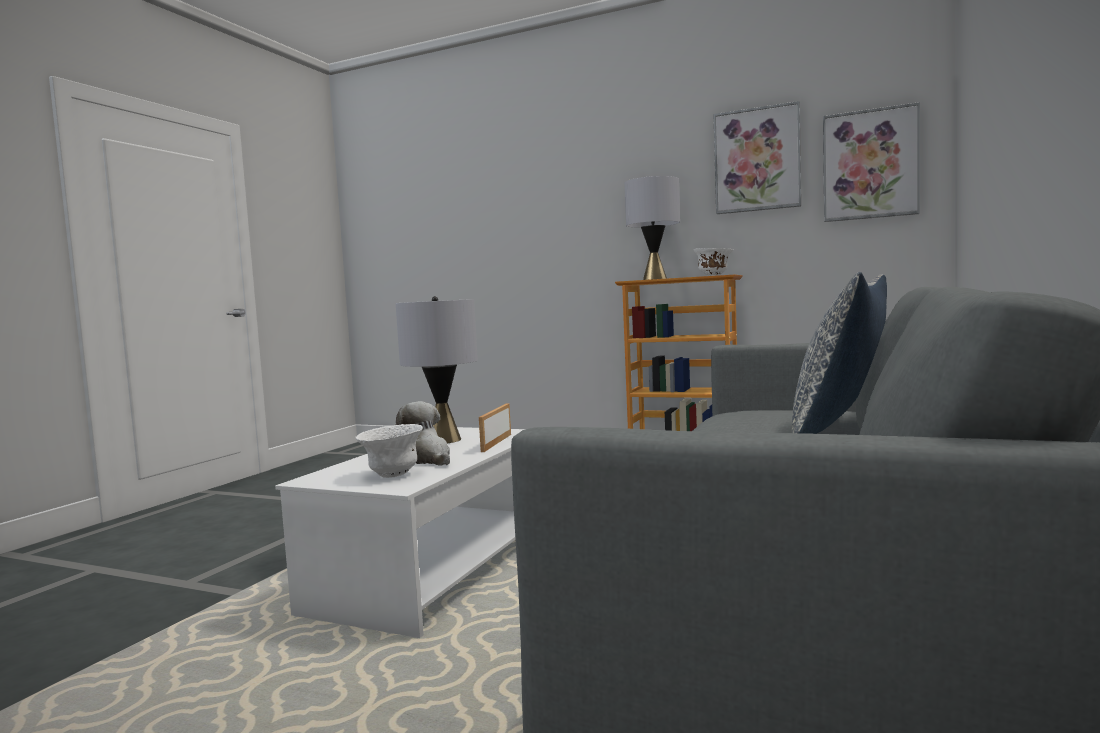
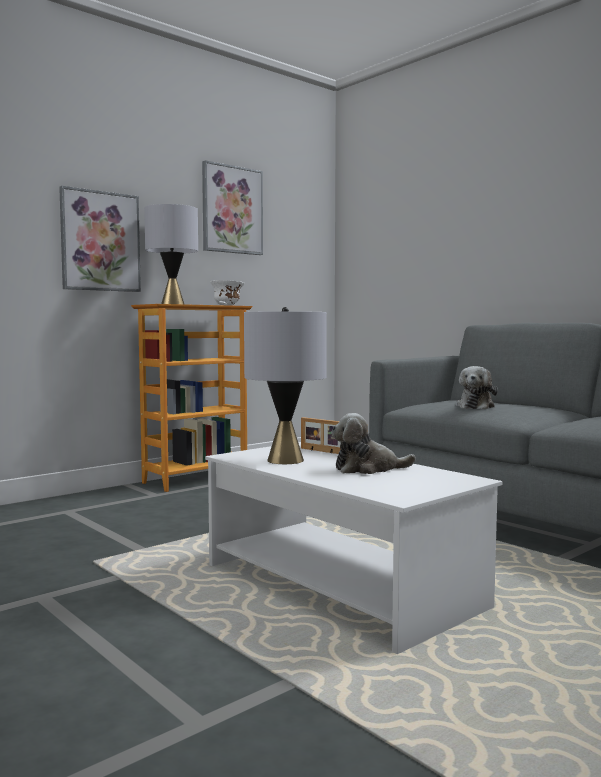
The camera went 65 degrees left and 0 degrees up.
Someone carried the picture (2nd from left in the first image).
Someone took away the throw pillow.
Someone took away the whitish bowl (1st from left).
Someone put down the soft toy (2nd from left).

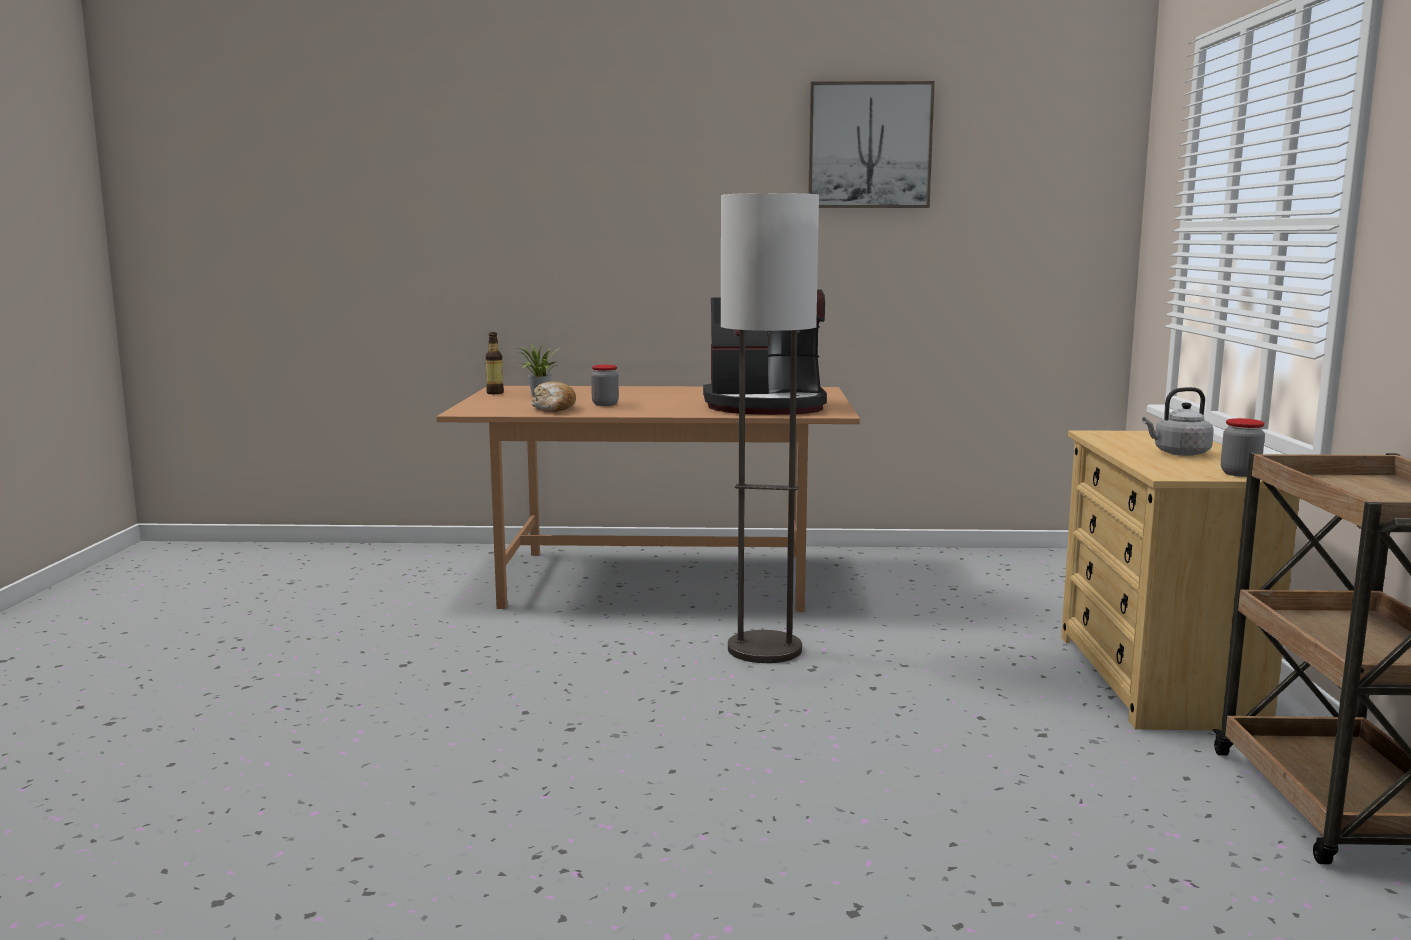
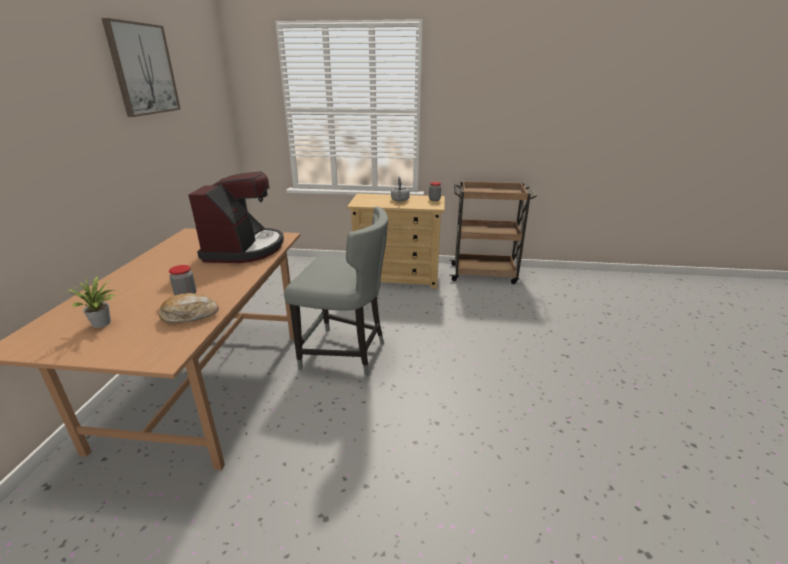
The camera went 85 degrees left and 15 degrees up.
Someone swapped the standing lamp for the gray chair.
Someone took away the drink bottle.

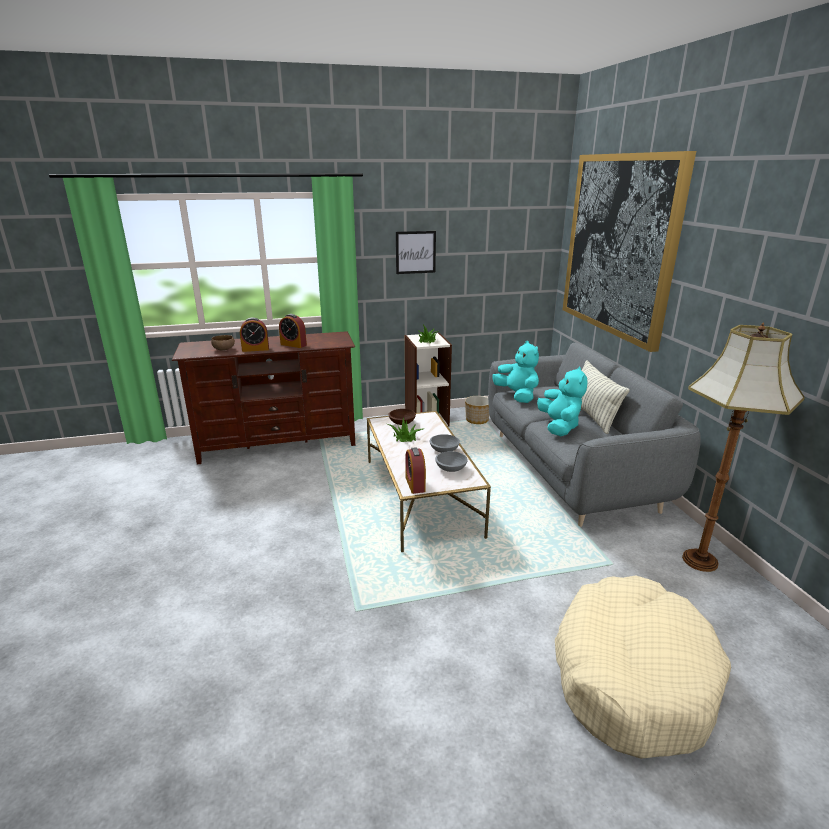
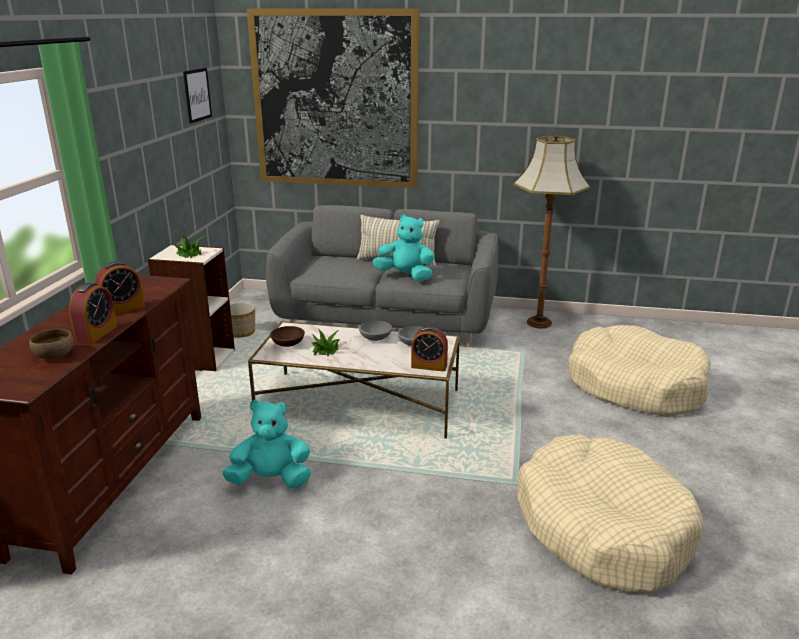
The camera went 65 degrees left and 0 degrees up.
Someone carried the picture (1st from left).
Someone carried the turquoise-coloured soft toy (1st from left).
Someone put down the beige-coloured pet bed (1st from left).

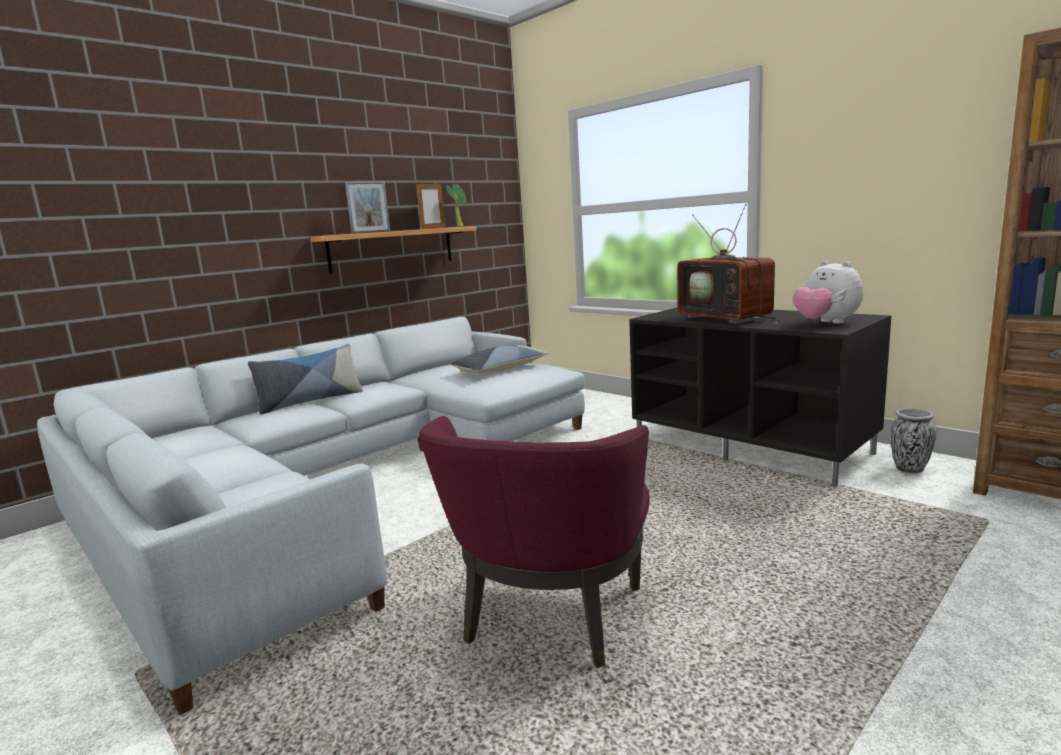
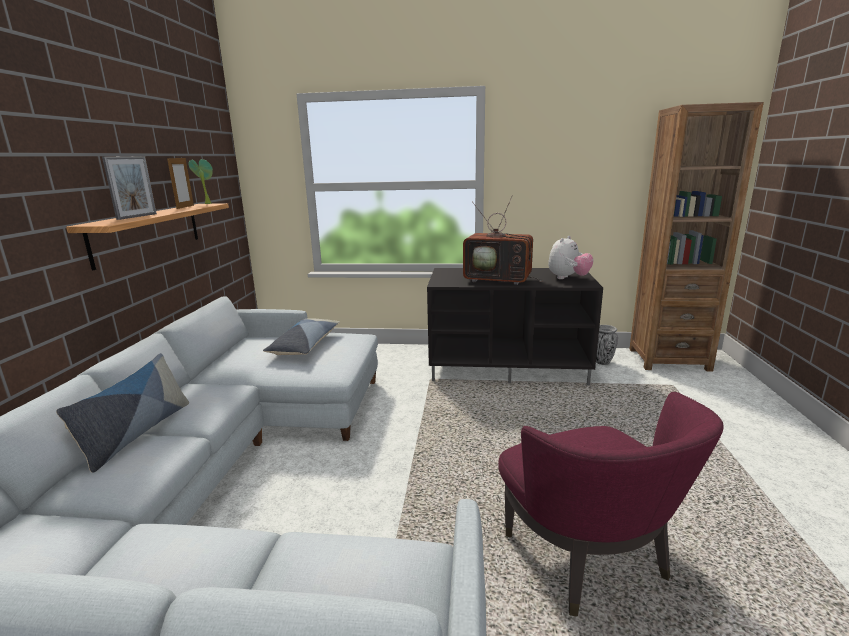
The camera went 40 degrees left and 5 degrees up.
Someone rotated the soft toy by 75 degrees counterclockwise.

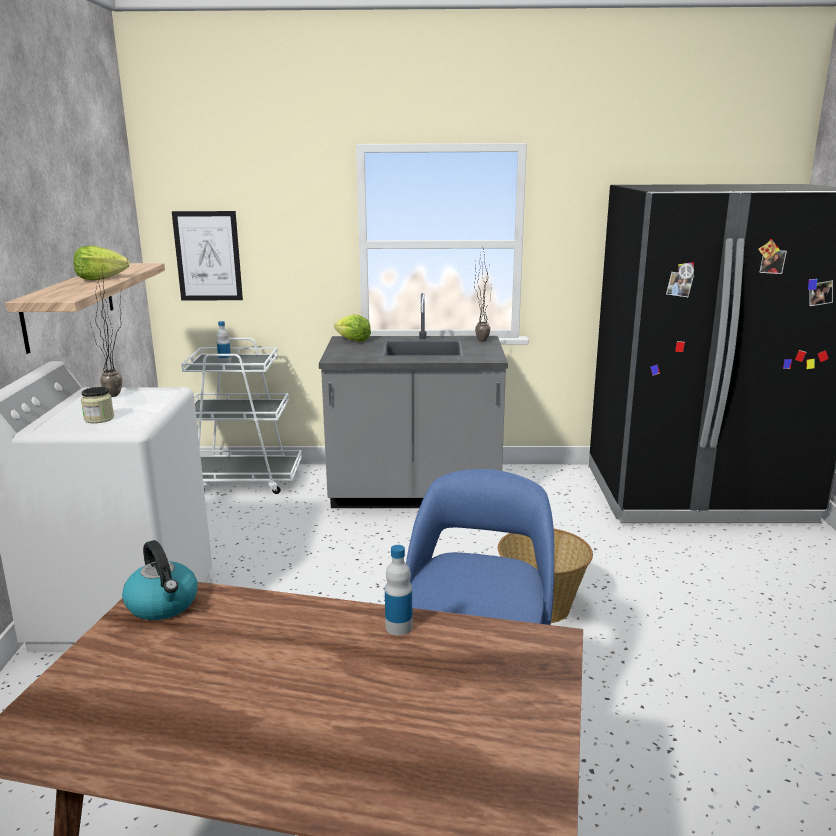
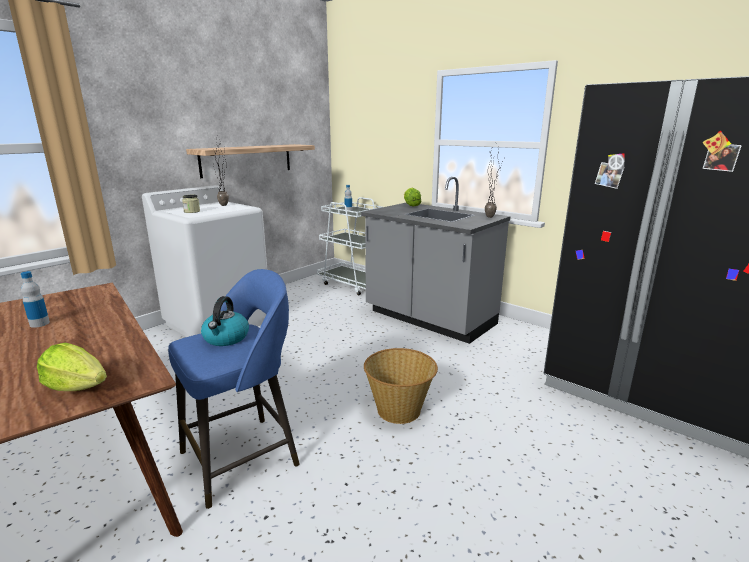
The camera went 40 degrees right and 0 degrees up.
Someone took away the picture.
Someone carried the lettuce (1st from left).
Someone carried the kettle.
Someone carried the drink bottle (2nd from left in the first image).

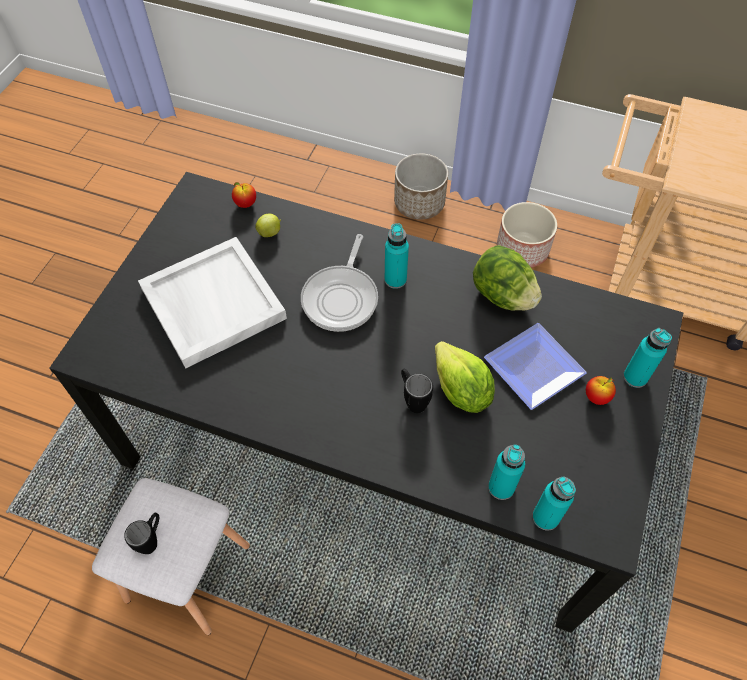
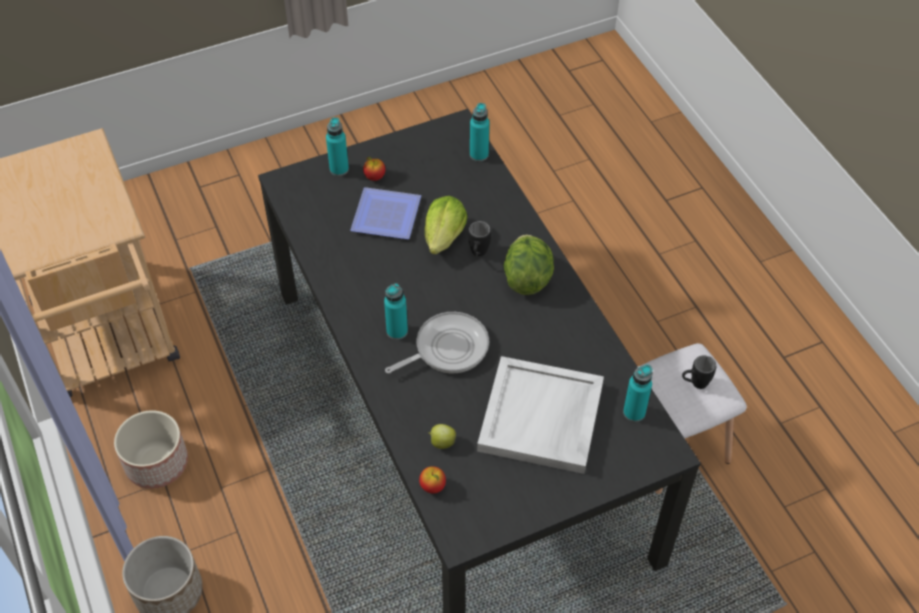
The camera went 135 degrees left and 5 degrees down.
Someone carried the lettuce (2nd from left).
Someone carried the turquoise-coloured drink bottle (2nd from left in the first image).

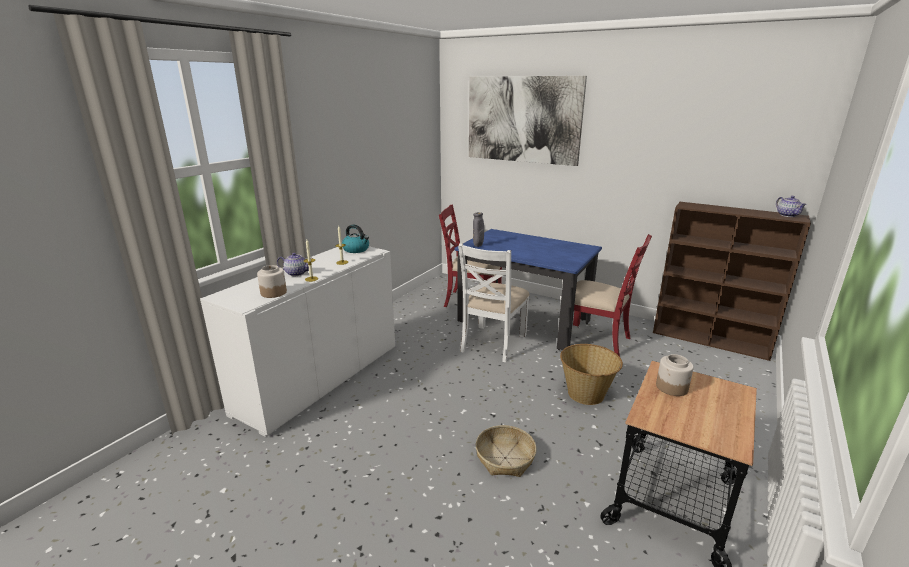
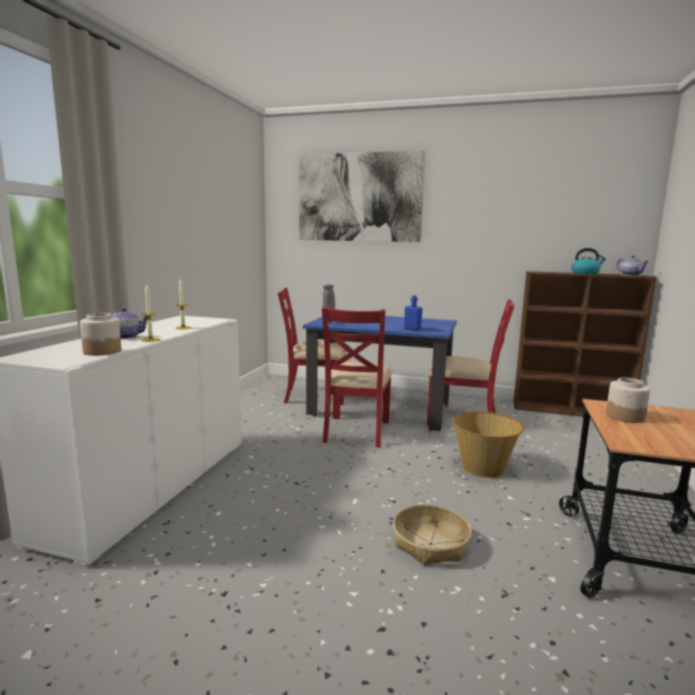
The camera went 15 degrees left and 10 degrees down.
Someone carried the kettle.
Someone repainted the whitish chair, which became the reddish chair (2nd from left).
Someone put down the bluish drink bottle.

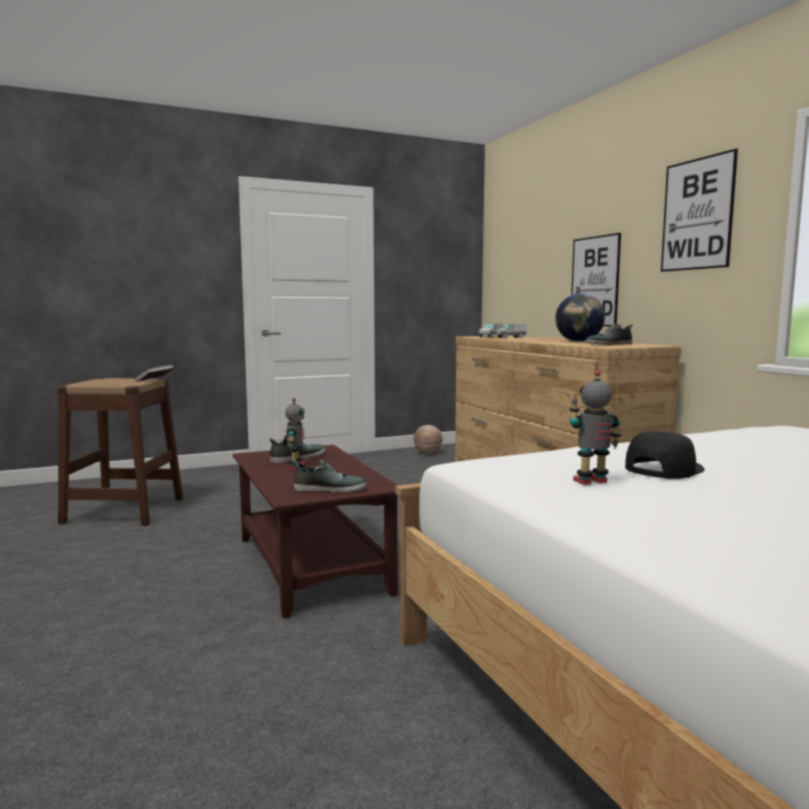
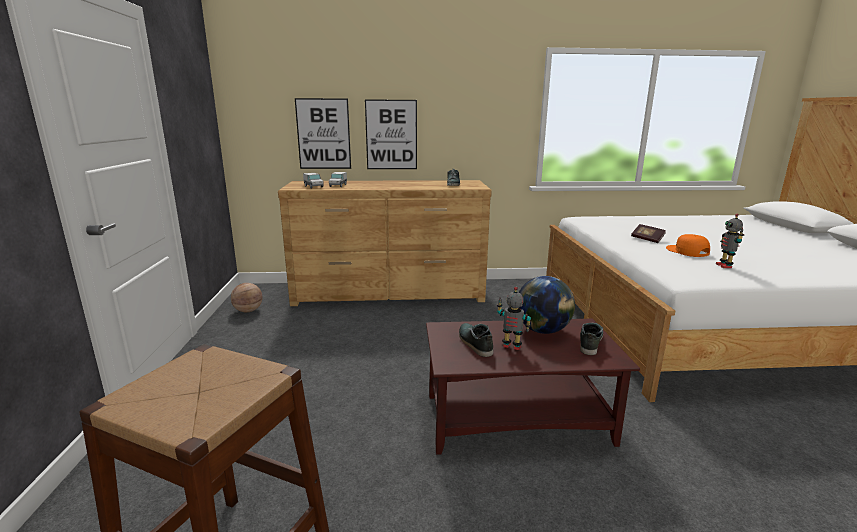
The camera went 70 degrees left and 10 degrees up.
Someone carried the picture (2nd from left in the first image).
Someone carried the world globe.
Someone carried the volume.
Someone repainted the blackish baseball cap, which became the orangey baseball cap.

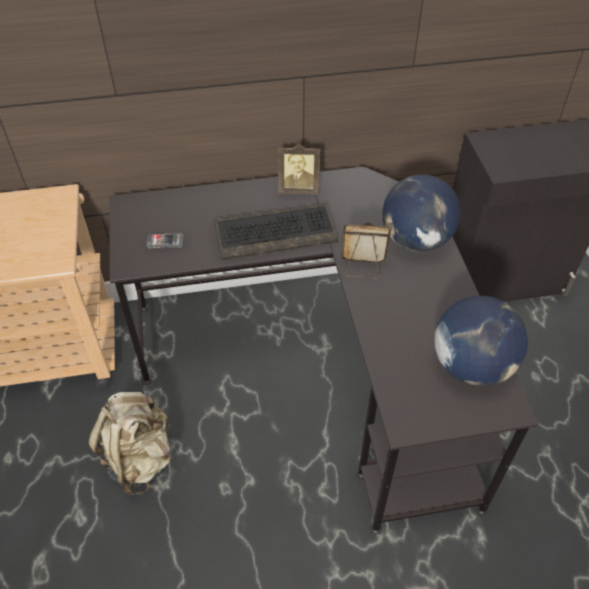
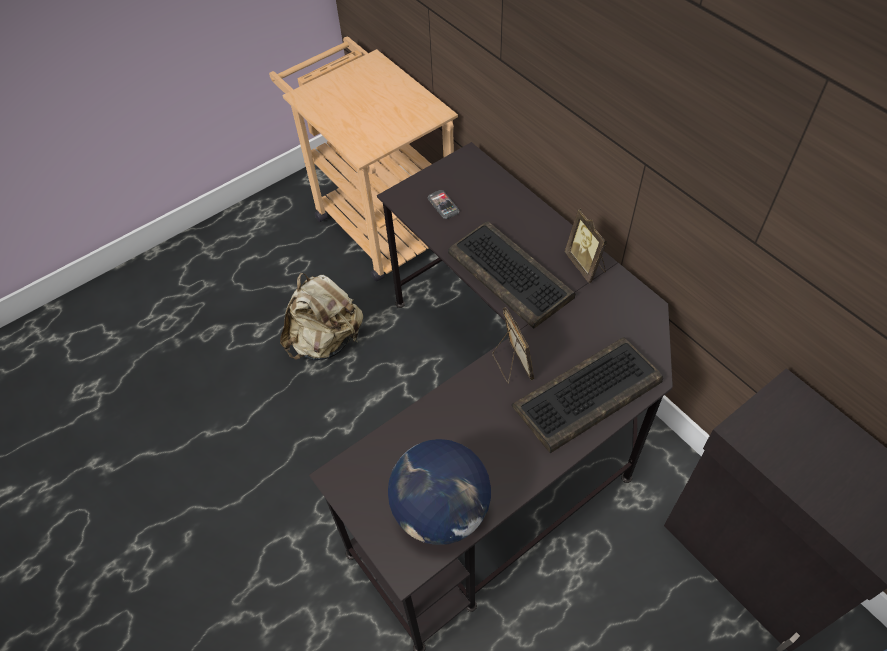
The camera went 65 degrees right and 5 degrees up.
Someone swapped the world globe (1st from left) for the computer keyboard (2nd from left).

